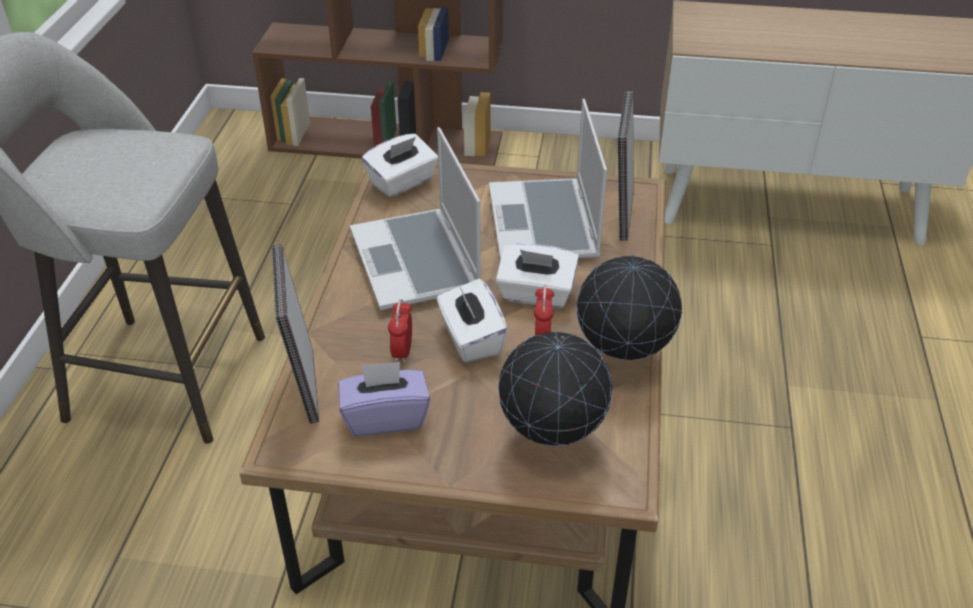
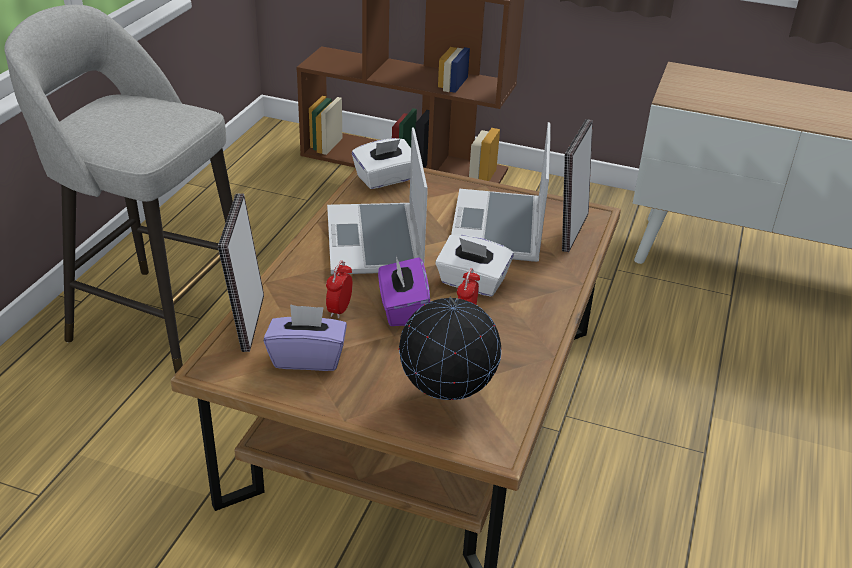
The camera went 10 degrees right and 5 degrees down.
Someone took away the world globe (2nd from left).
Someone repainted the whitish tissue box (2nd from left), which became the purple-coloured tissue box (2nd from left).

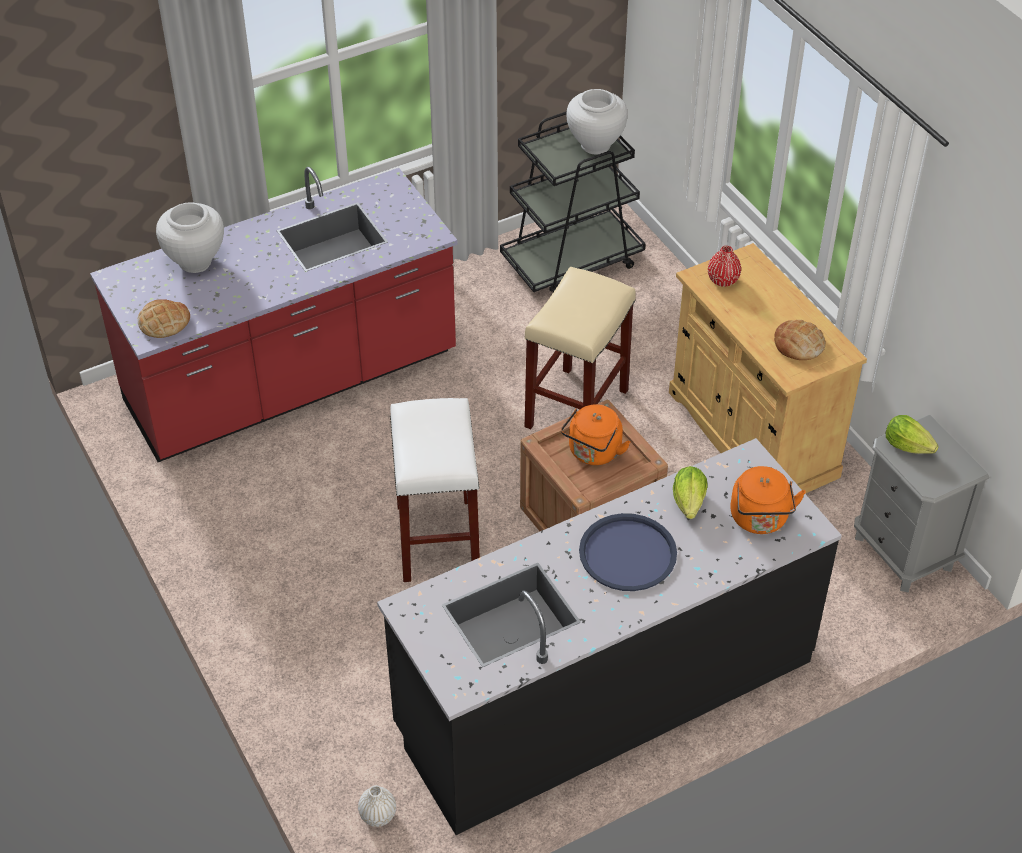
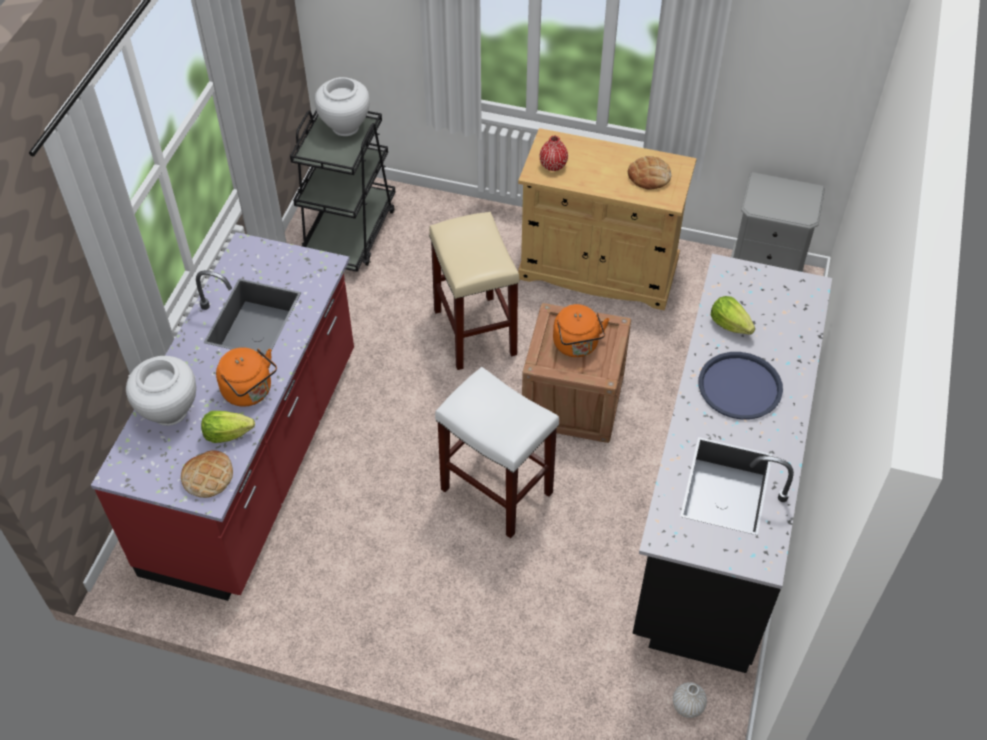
The camera went 45 degrees left and 5 degrees up.
Someone carried the lettuce (2nd from left in the first image).
Someone carried the orangey kettle (2nd from left in the first image).

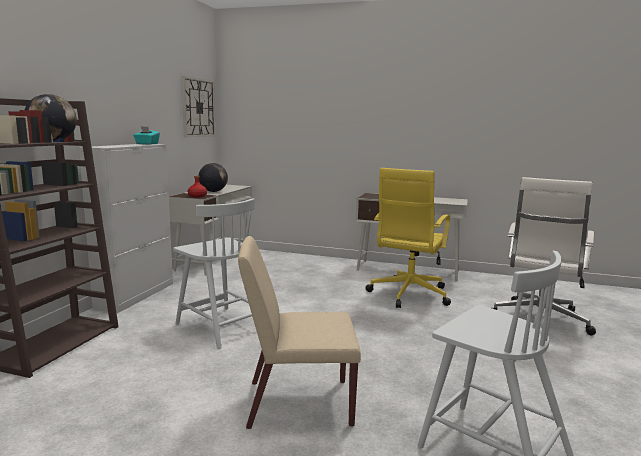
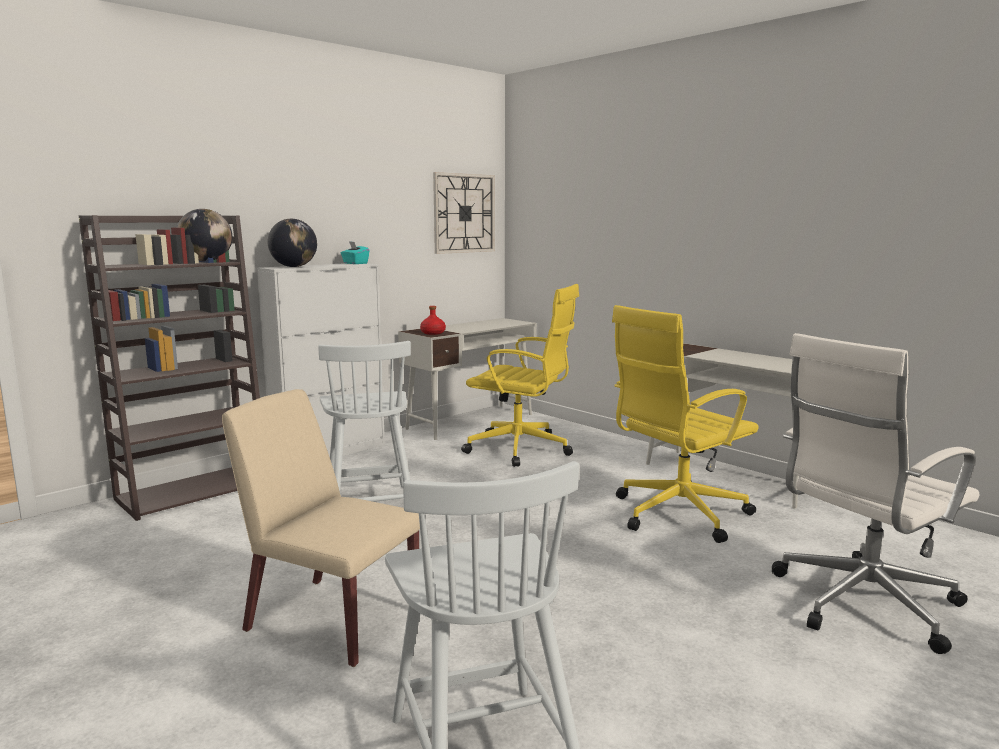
The camera went 30 degrees right and 0 degrees up.
Someone carried the world globe (2nd from left).
Someone put down the yellow-coloured computer chair (1st from left).

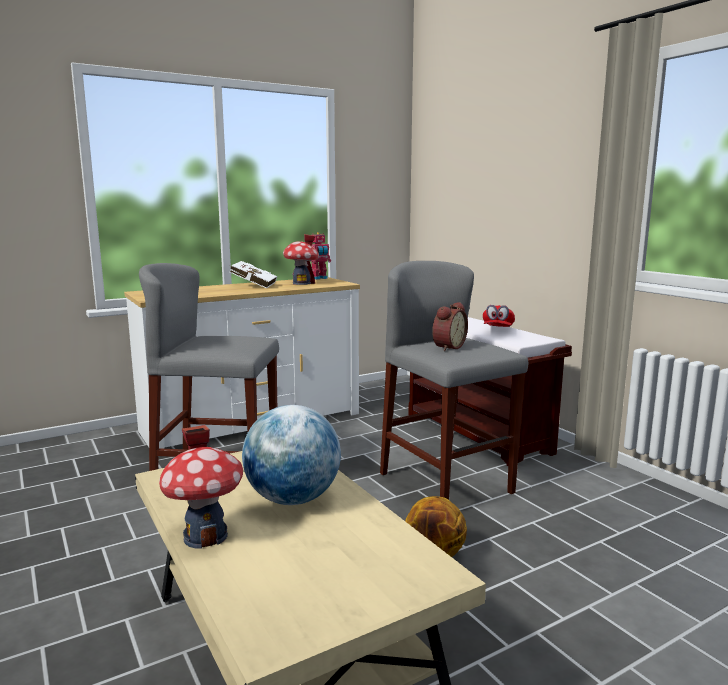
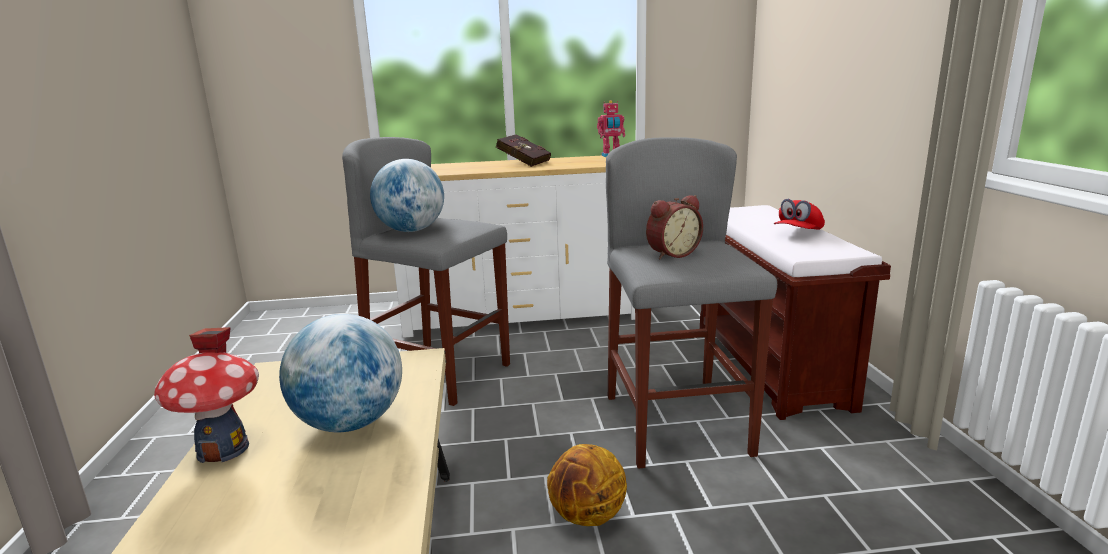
The camera went 25 degrees right and 5 degrees up.
Someone took away the toy house (2nd from left).
Someone repainted the whitish volume, which became the reddish volume.
Someone put down the world globe (2nd from left).

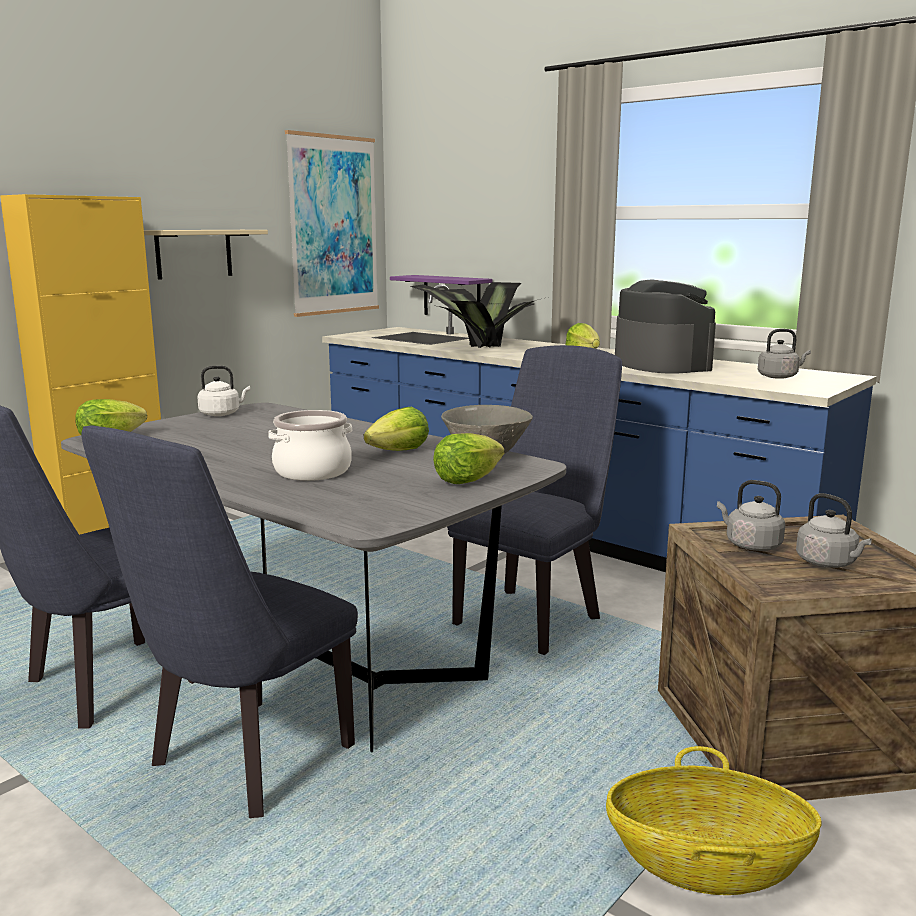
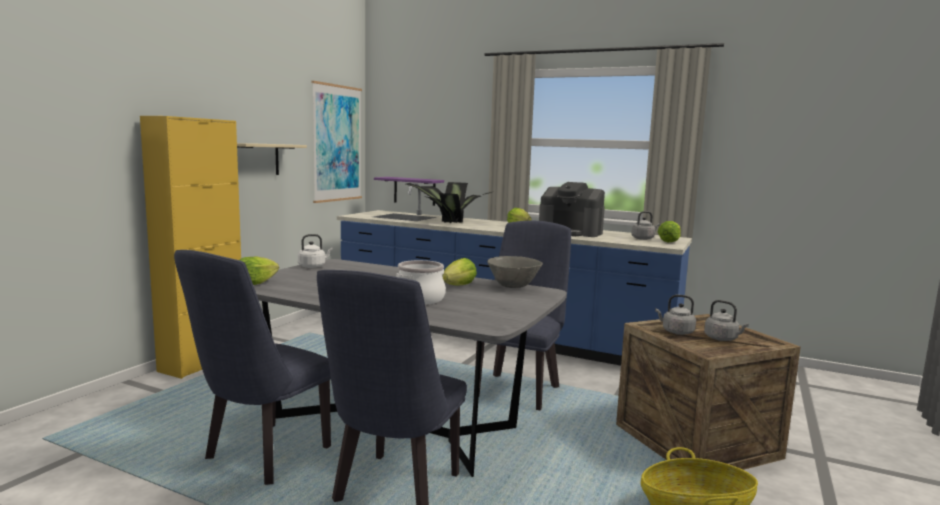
The camera went 15 degrees left and 5 degrees down.
Someone rotated the coffee brewer by 150 degrees clockwise.
Someone carried the lettuce (3rd from left in the first image).

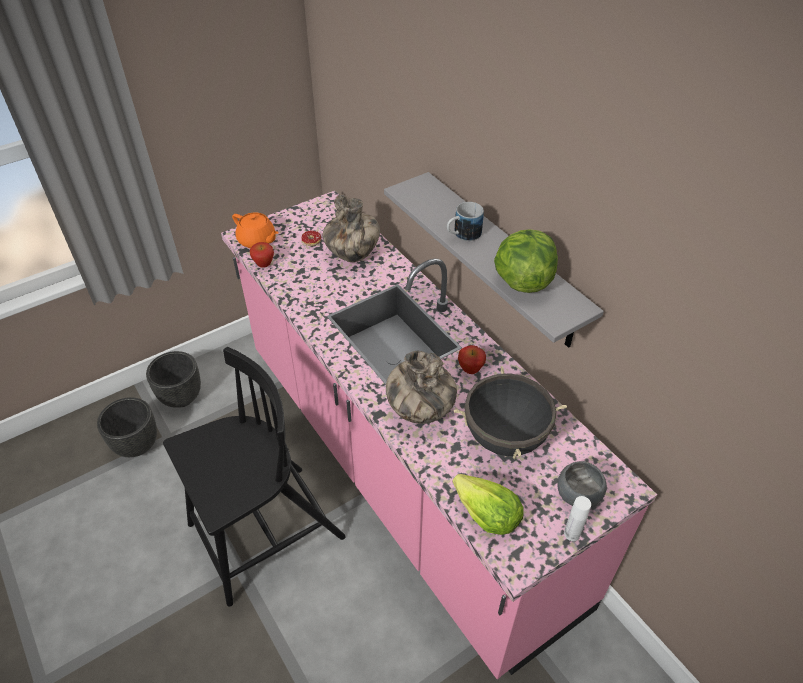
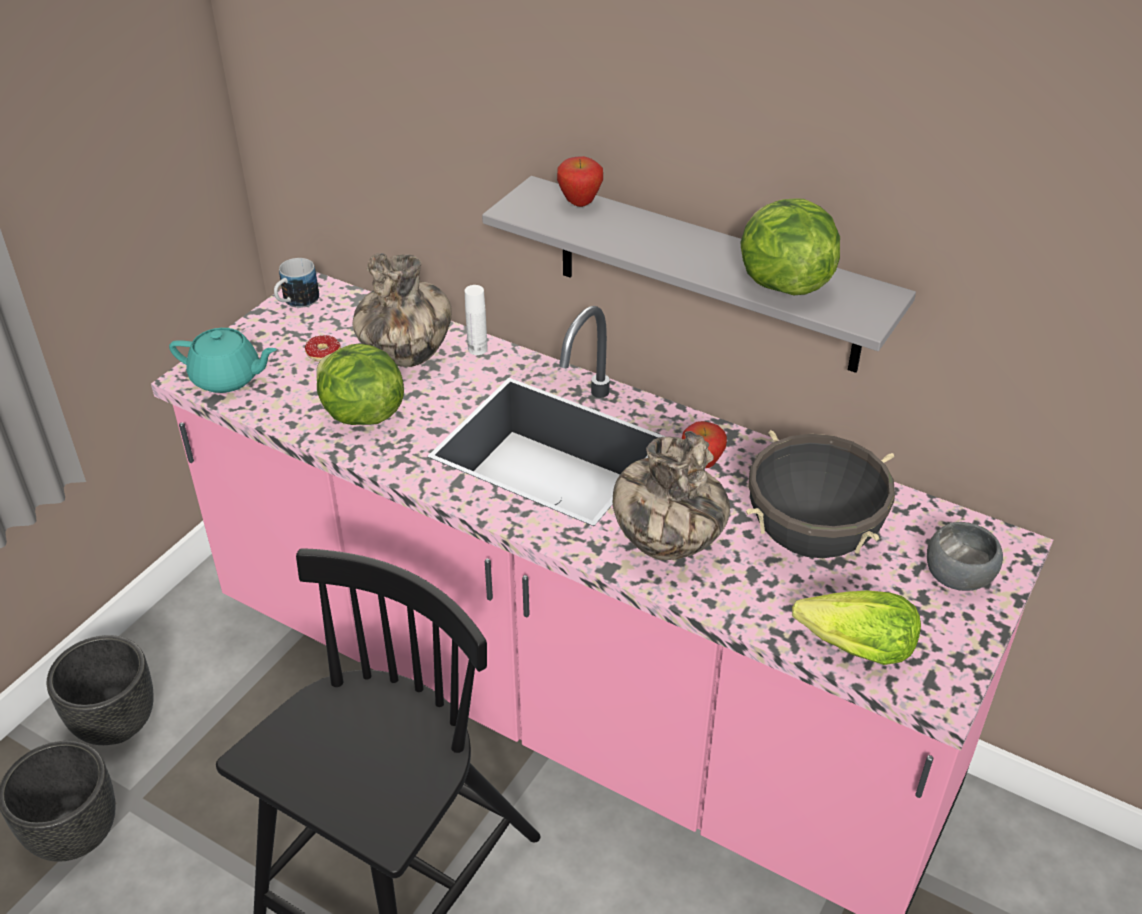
The camera went 25 degrees left and 5 degrees down.
Someone carried the tea mug.
Someone repainted the orangey teapot, which became the turquoise-coloured teapot.
Someone carried the whole apple (1st from left).
Someone carried the whitish drink bottle.
Someone put down the lettuce (1st from left).

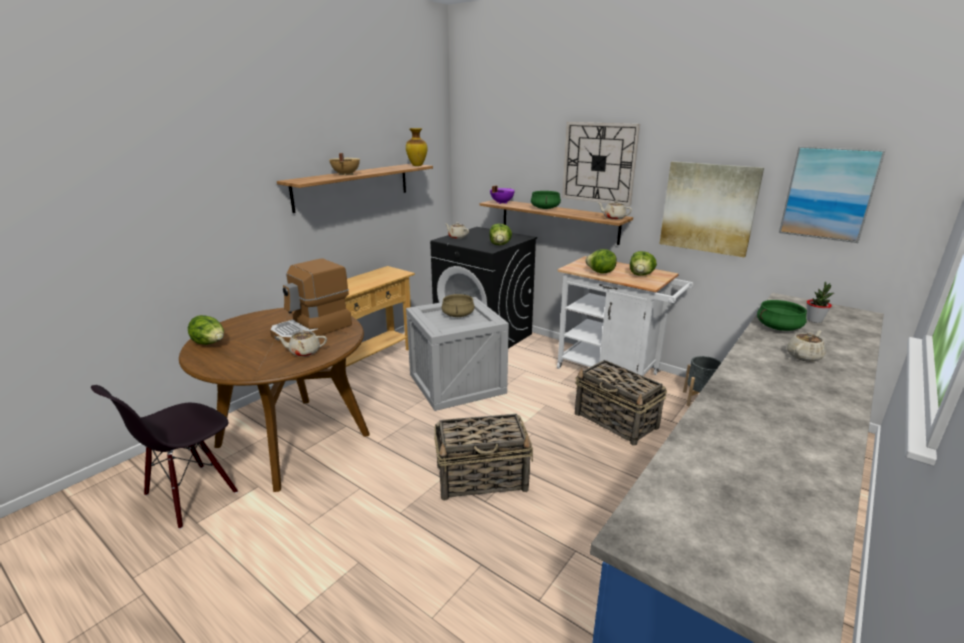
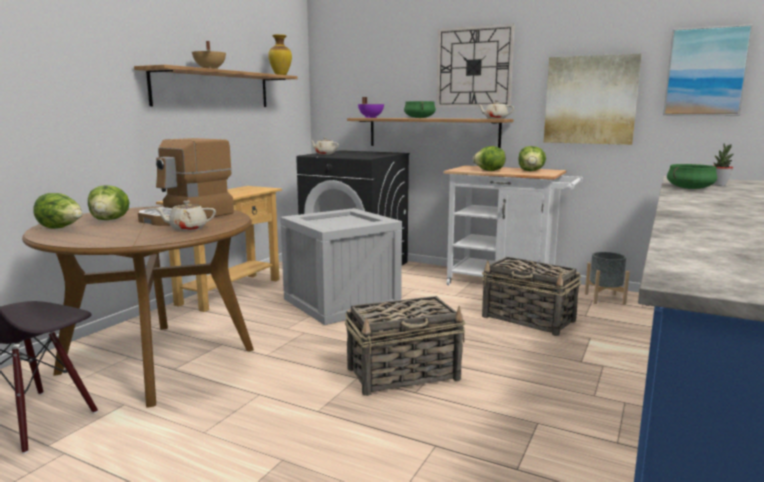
The camera went 10 degrees left and 10 degrees down.
Someone carried the lettuce (2nd from left).
Someone took away the beige-coloured saucepot (2nd from left).
Someone took away the beige-coloured teapot (4th from left).

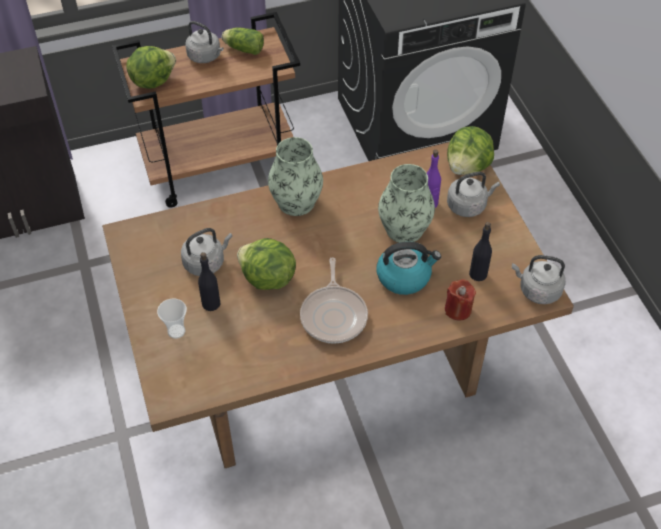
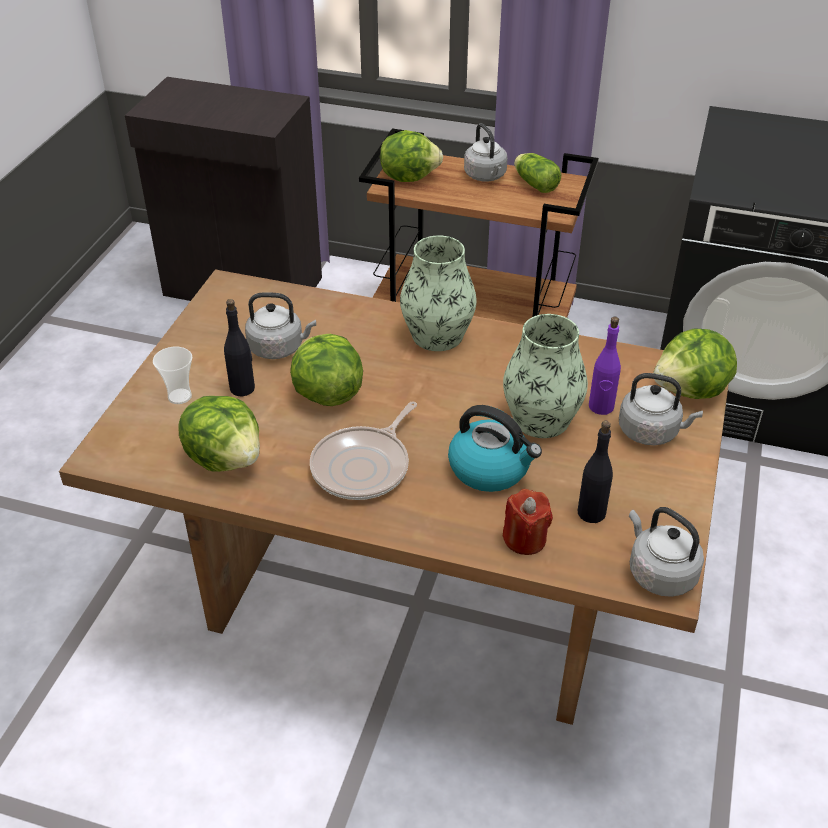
The camera went 35 degrees right and 10 degrees down.
Someone put down the lettuce (1st from left).

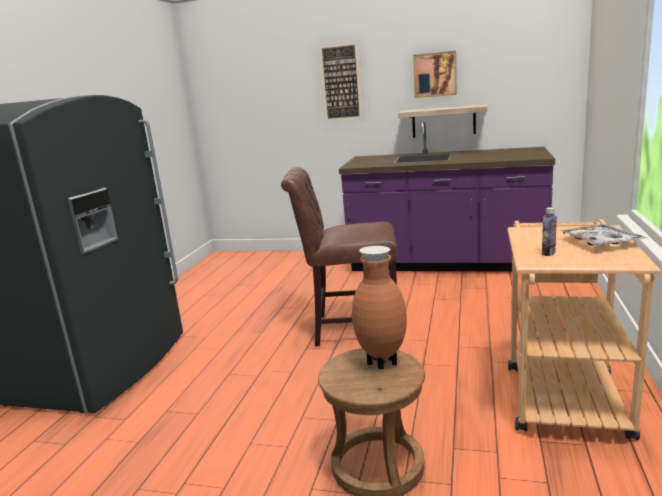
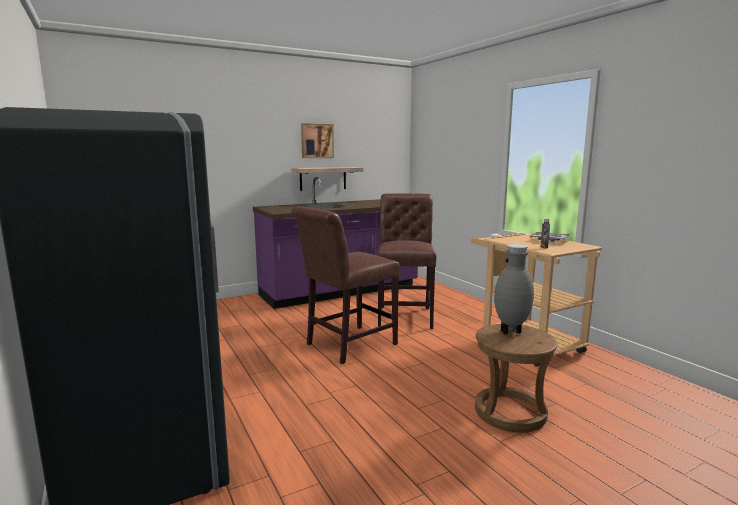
The camera went 45 degrees left and 5 degrees down.
Someone took away the picture (1st from left).
Someone repainted the brown vase, which became the gray vase.
Someone put down the brown chair (2nd from left).

